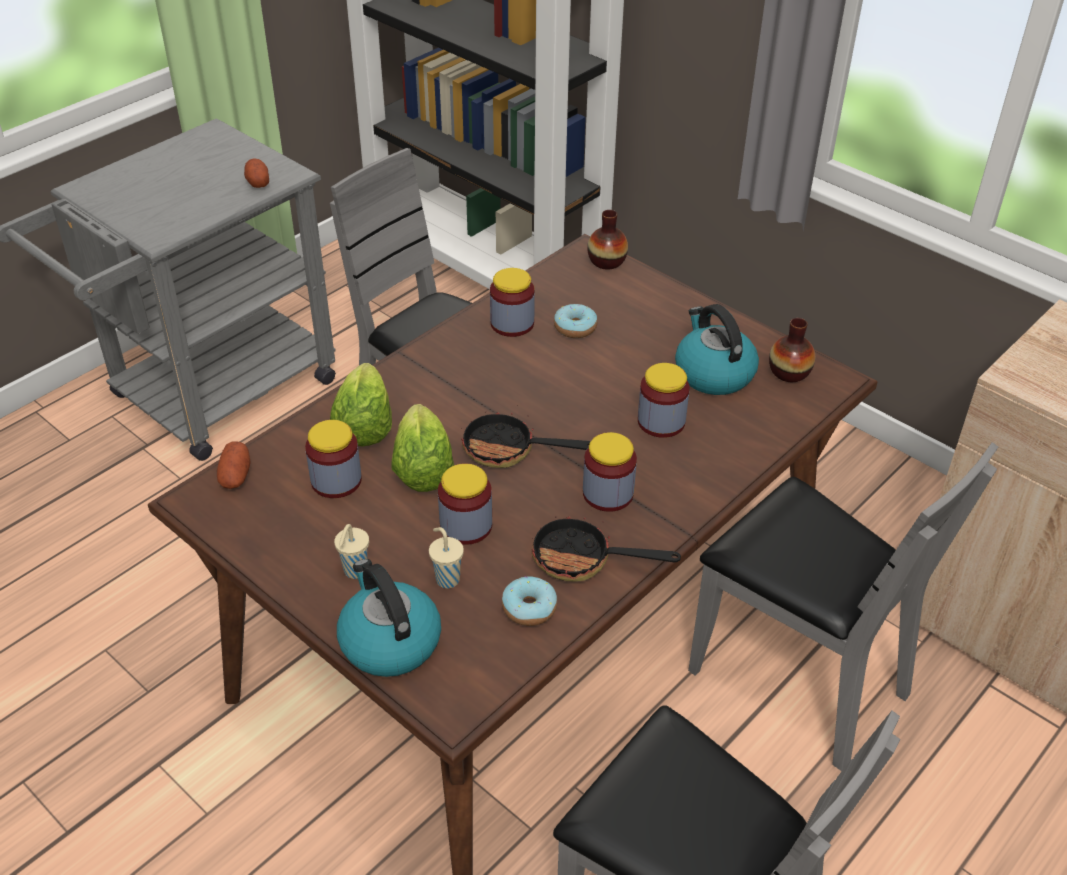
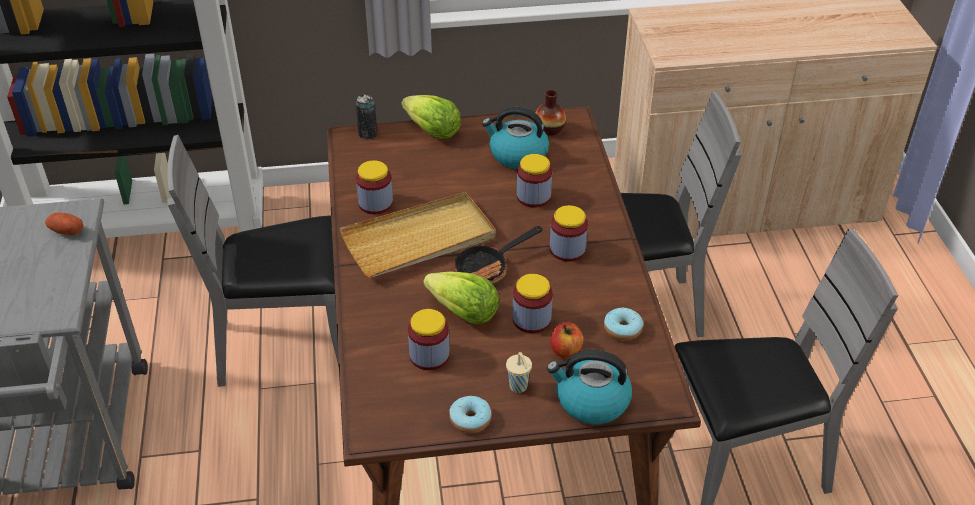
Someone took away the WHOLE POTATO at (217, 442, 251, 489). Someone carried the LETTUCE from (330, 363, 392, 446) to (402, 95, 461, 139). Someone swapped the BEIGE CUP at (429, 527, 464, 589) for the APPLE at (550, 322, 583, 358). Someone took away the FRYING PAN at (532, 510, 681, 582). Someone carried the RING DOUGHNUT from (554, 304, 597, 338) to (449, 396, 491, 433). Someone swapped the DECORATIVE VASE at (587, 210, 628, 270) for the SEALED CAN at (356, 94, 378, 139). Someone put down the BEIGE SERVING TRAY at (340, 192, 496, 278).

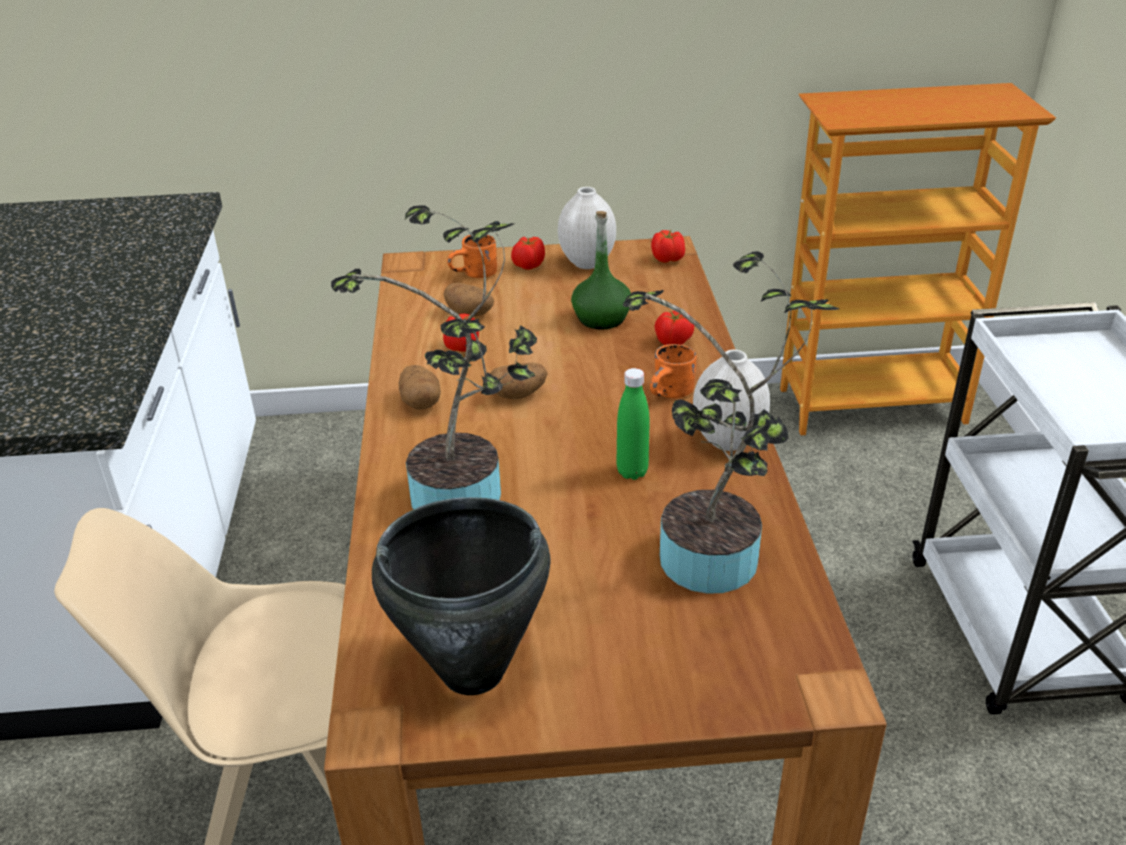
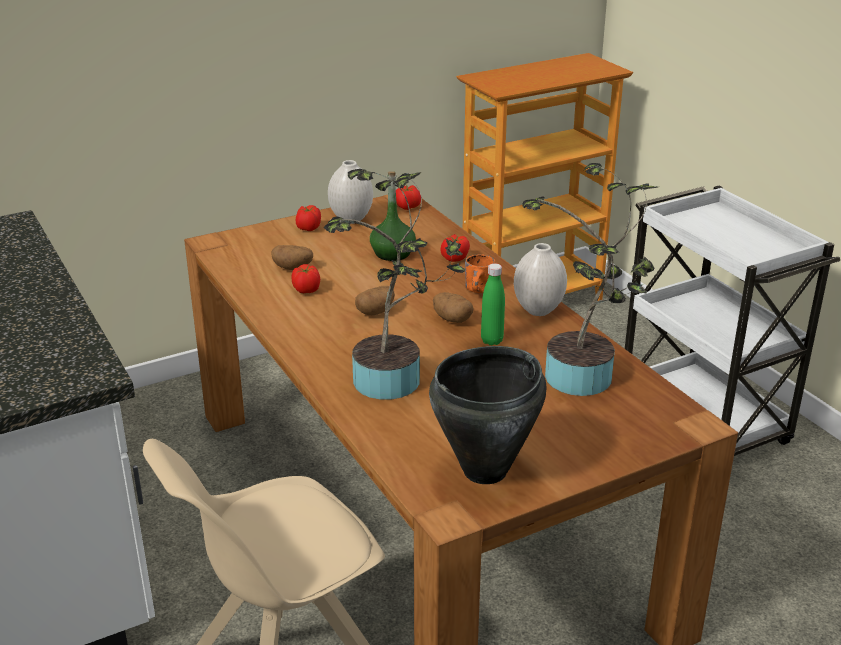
Someone carried the WHOLE POTATO from (399, 365, 441, 410) to (433, 292, 474, 323). Someone took away the ORANGE COFFEE MUG at (447, 235, 497, 278).

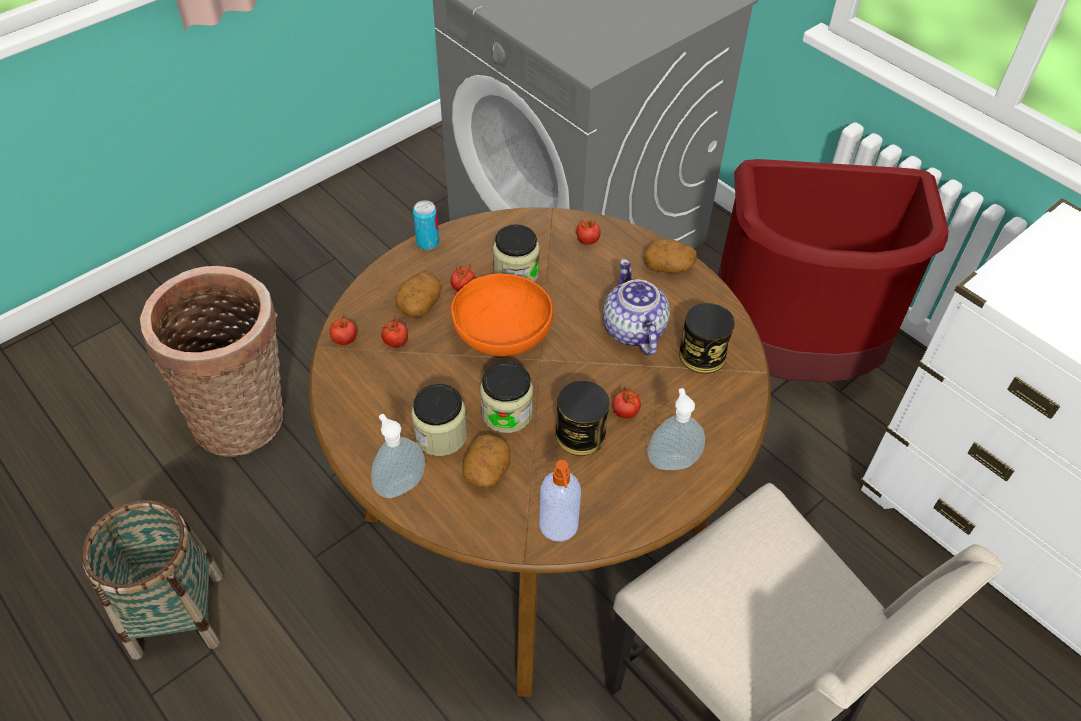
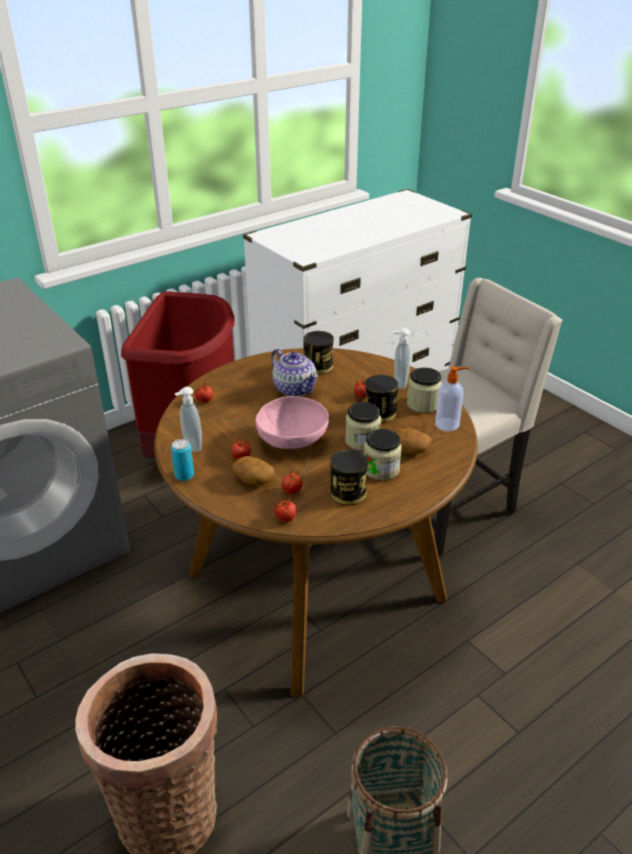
Someone carried the SOAP BOTTLE from (371, 414, 425, 498) to (174, 387, 202, 452). Someone repainted the ORANGE BOWL at (450, 273, 554, 356), which became the PINK-COLOURED BOWL at (256, 396, 329, 449). Someone carried the JAR from (493, 224, 540, 282) to (407, 367, 442, 413). Someone rotated the POT FOR TEA at (603, 259, 670, 356) by 120 degrees counterclockwise. Someone took away the WHOLE POTATO at (644, 239, 697, 273). Someone put down the SEALED CAN at (330, 449, 368, 505).

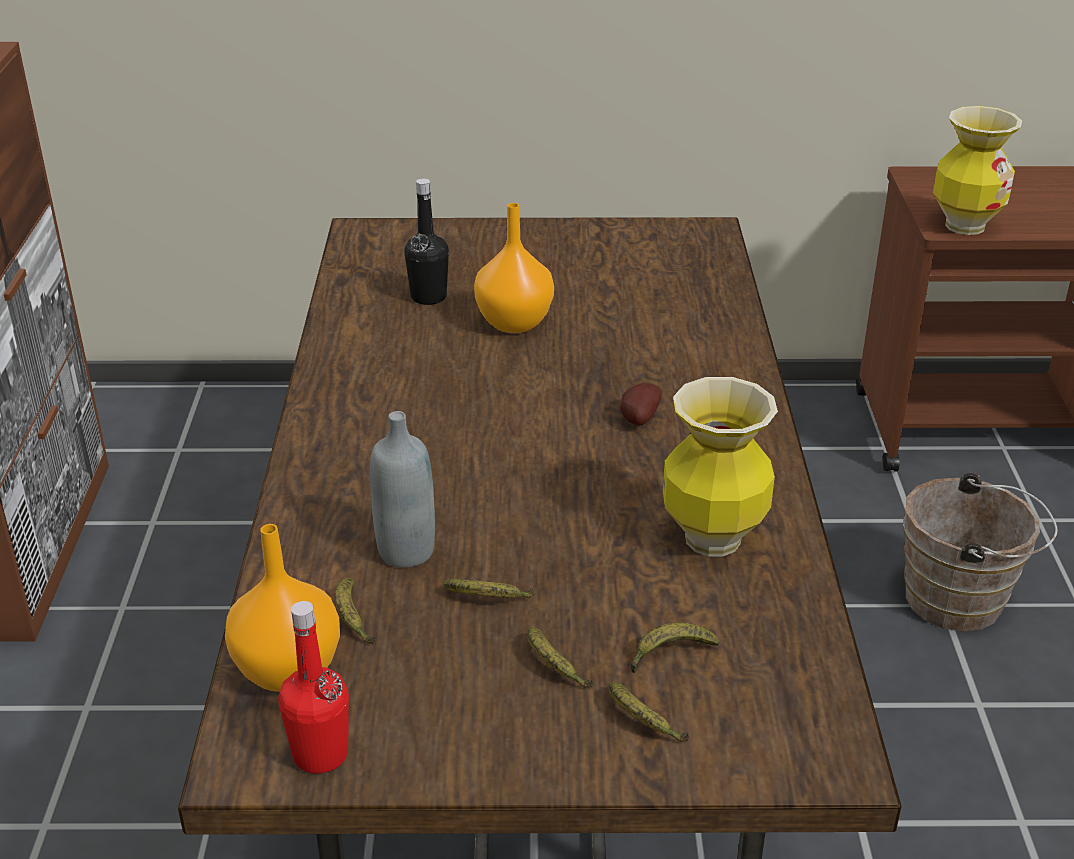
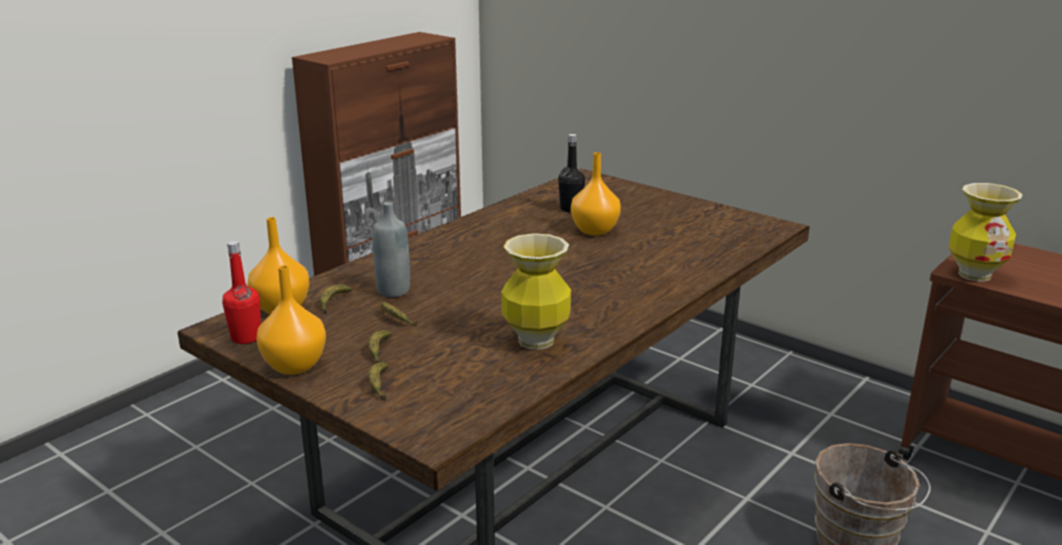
Someone took away the WHOLE POTATO at (620, 383, 662, 425). Someone took away the BANANA FRUIT at (631, 623, 719, 673). Someone put down the ORANGE DECORATIVE VASE at (256, 265, 326, 375).

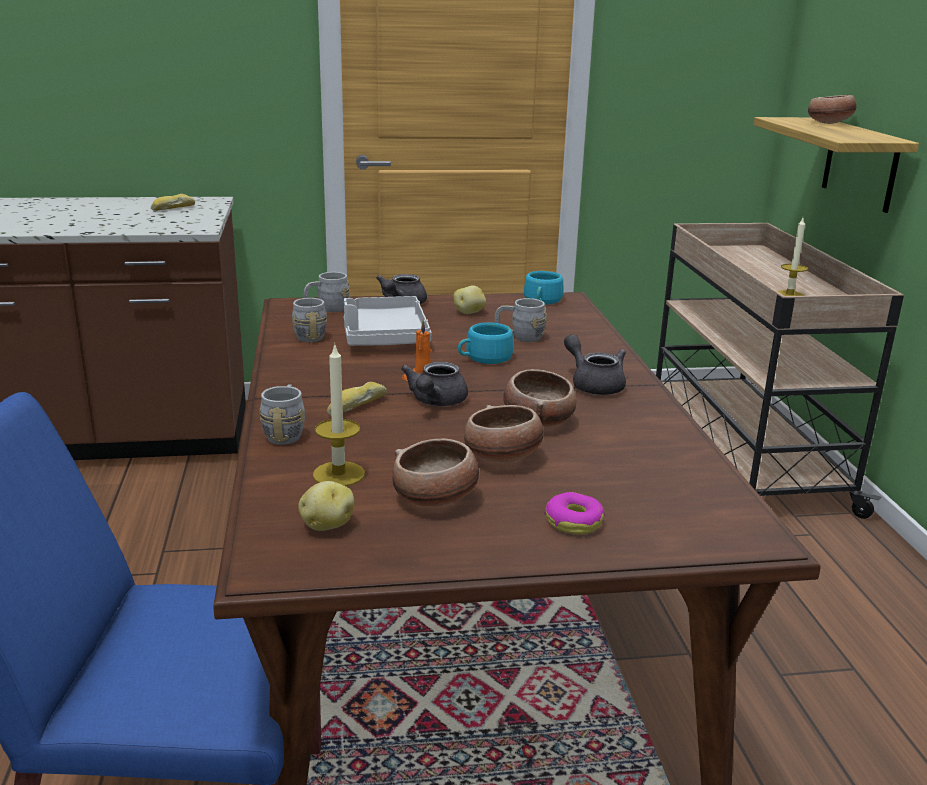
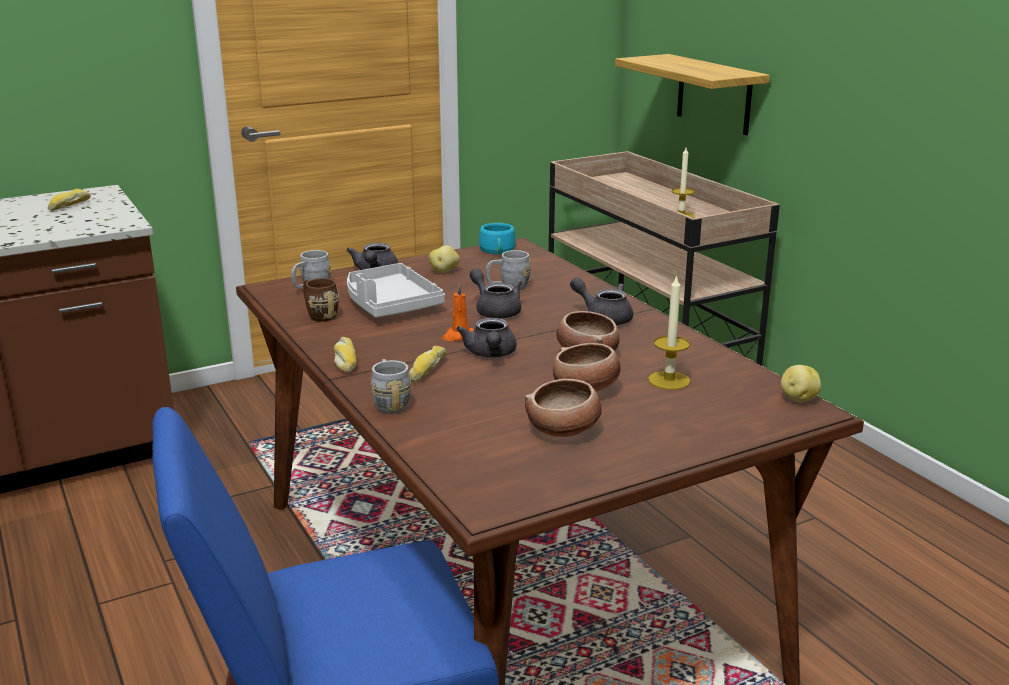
Someone repainted the GRAY COFFEE MUG at (292, 298, 327, 342), which became the BROWNISH COFFEE MUG at (303, 278, 339, 322). Someone carried the WHOLE POTATO from (298, 481, 354, 531) to (781, 365, 821, 402). Someone carried the WAX CANDLE from (313, 344, 365, 486) to (648, 275, 690, 390). Someone swapped the TURQUOISE CUP at (458, 323, 513, 364) for the GRAY POT FOR TEA at (470, 268, 522, 319). Someone took away the RING DOUGHNUT at (544, 492, 605, 534). Someone took away the BOWL at (808, 95, 856, 124). Someone put down the BREAD at (334, 337, 356, 373).

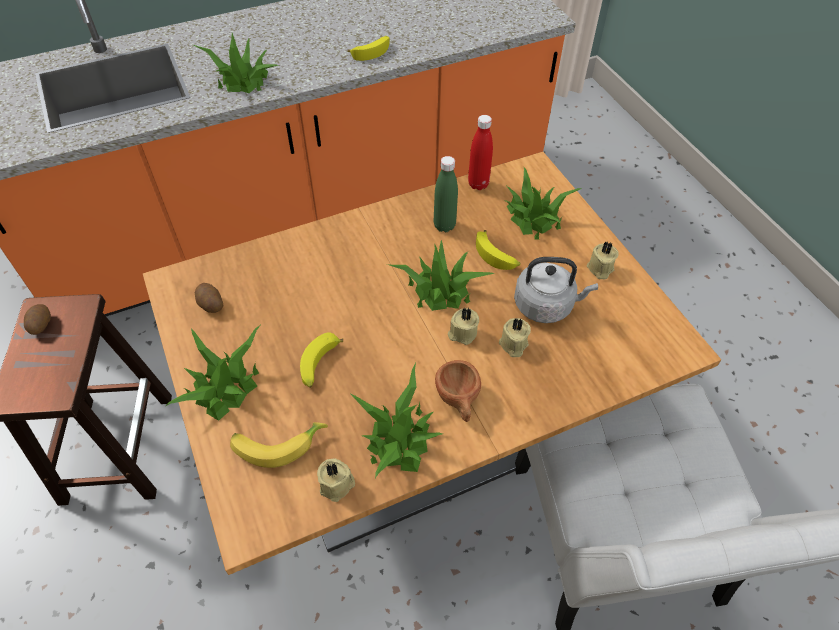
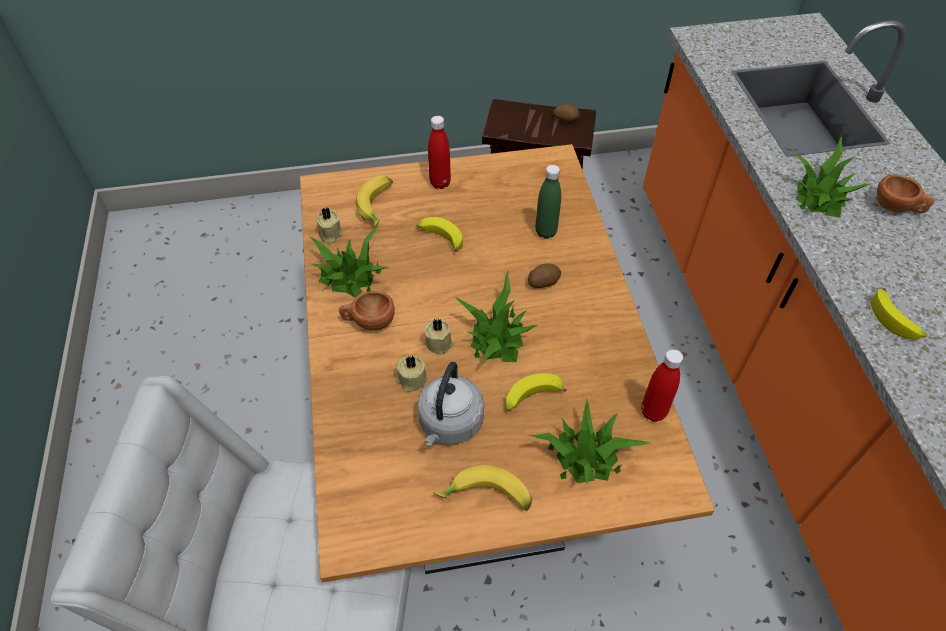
Someone swapped the HOUSEPLANT at (166, 325, 260, 421) for the RED-COLOURED BEVERAGE BOTTLE at (428, 116, 451, 189). Someone carried the WHOLE POTATO from (195, 283, 224, 313) to (528, 263, 561, 288). Someone carried the GREEN BEVERAGE BOTTLE from (434, 156, 458, 232) to (535, 165, 561, 239). Someone swapped the BEIGE WAX CANDLE at (587, 242, 618, 279) for the BANANA FRUIT at (432, 465, 532, 511). Someone put down the BROWNISH CUP at (877, 174, 934, 213).

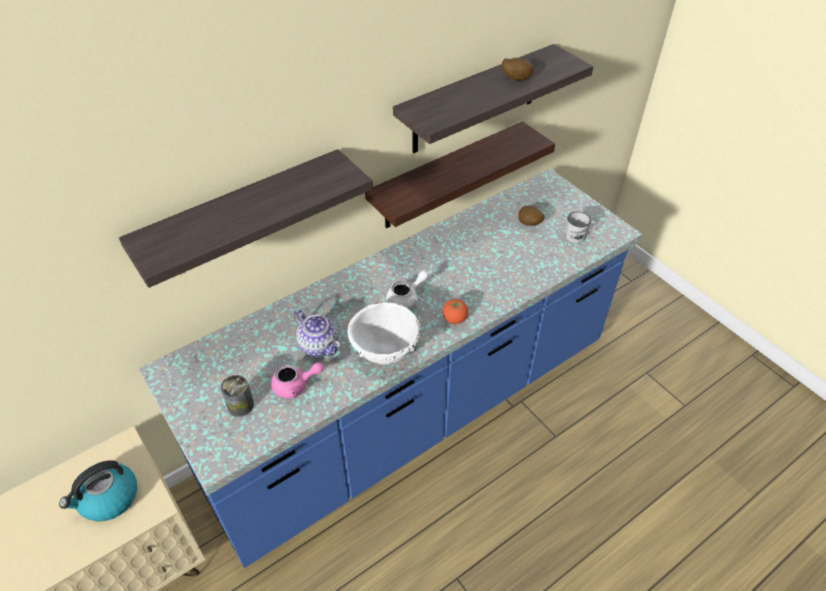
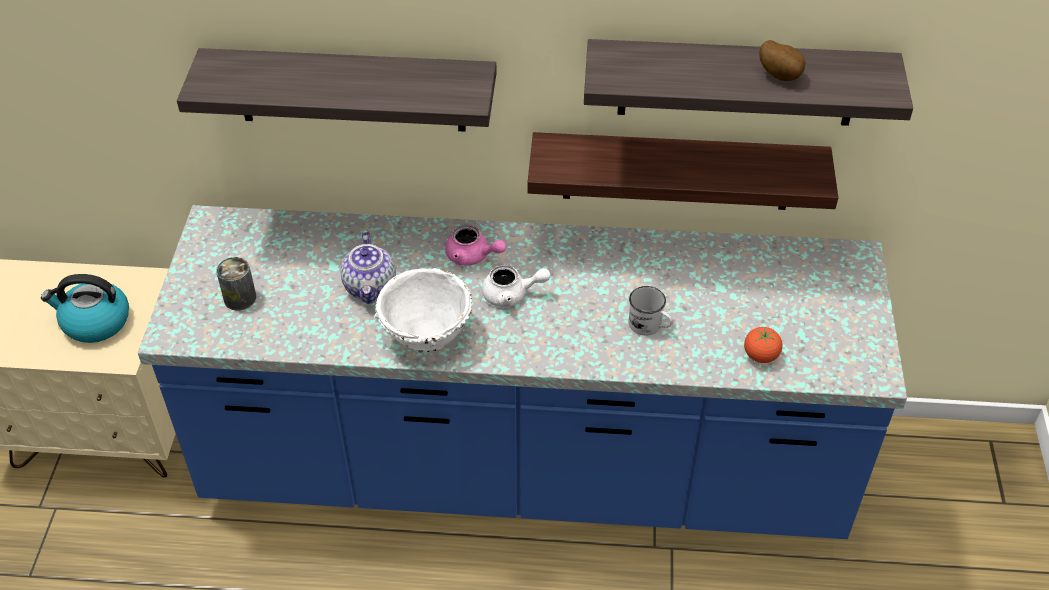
Someone carried the PINK-COLOURED POT FOR TEA from (271, 362, 324, 399) to (445, 225, 506, 265). Someone carried the WHOLE TOMATO from (442, 299, 468, 324) to (744, 327, 782, 363). Someone took away the WHOLE POTATO at (518, 205, 544, 226). Someone carried the WHITISH COFFEE MUG from (565, 212, 597, 243) to (629, 286, 673, 336).

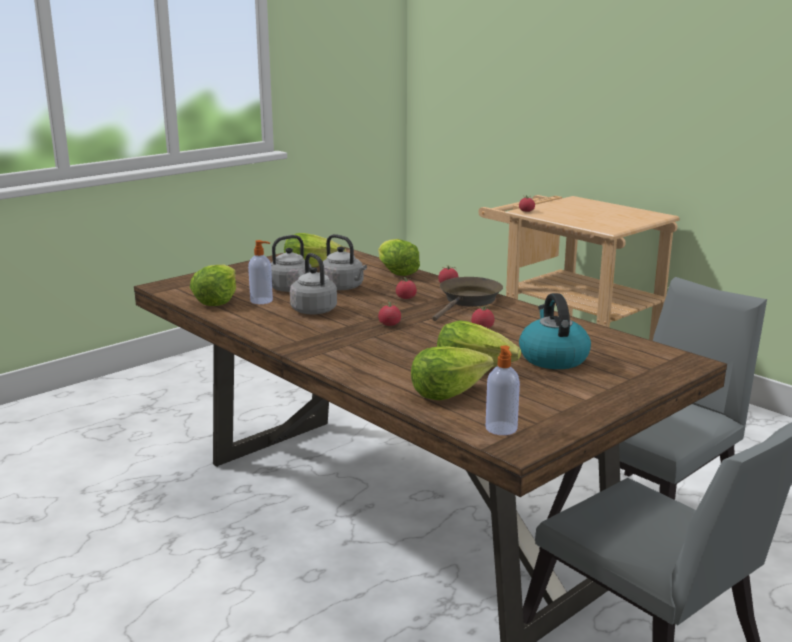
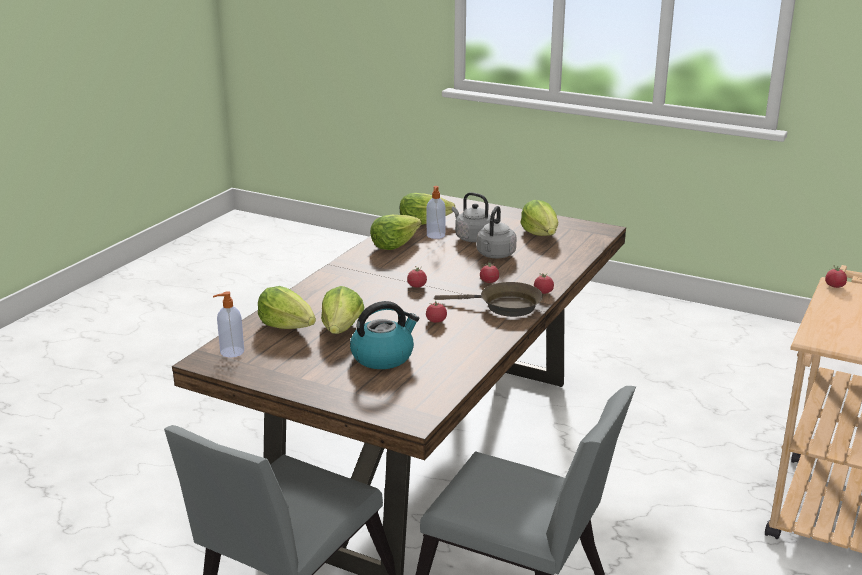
Someone took away the GRAY KETTLE at (290, 253, 337, 315). Someone carried the LETTUCE from (378, 239, 420, 276) to (370, 215, 422, 250).

